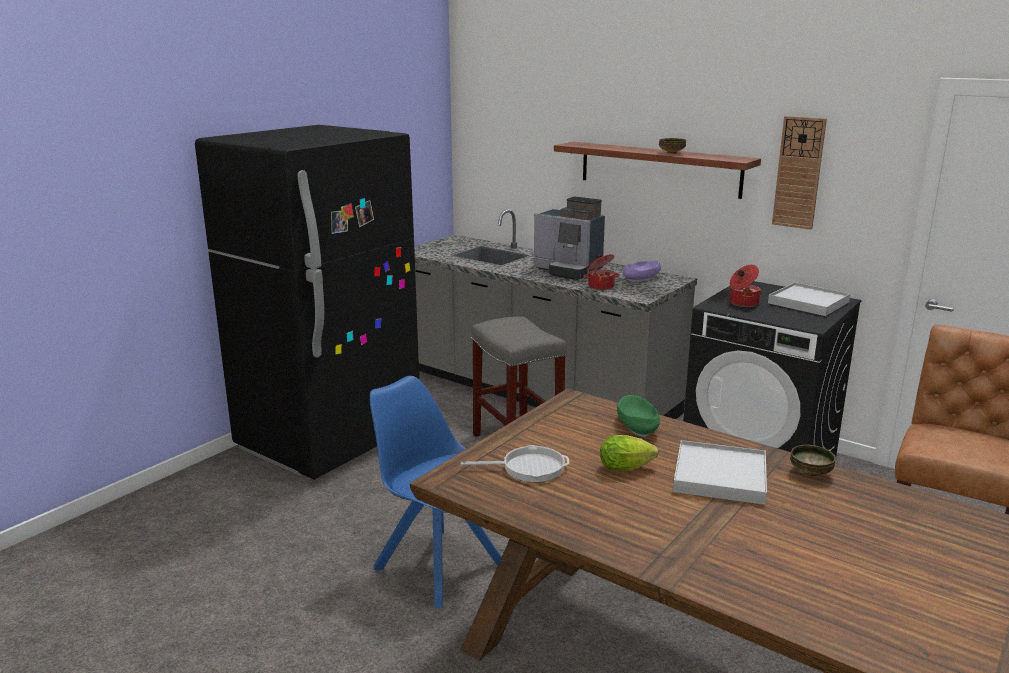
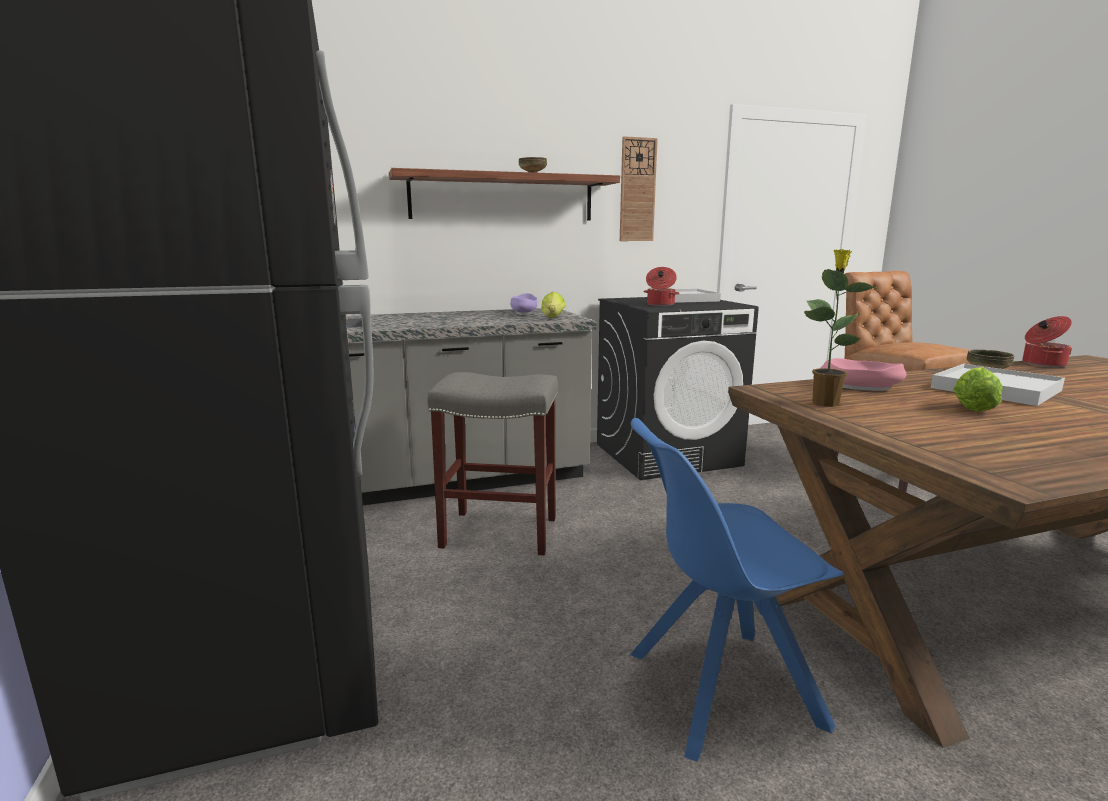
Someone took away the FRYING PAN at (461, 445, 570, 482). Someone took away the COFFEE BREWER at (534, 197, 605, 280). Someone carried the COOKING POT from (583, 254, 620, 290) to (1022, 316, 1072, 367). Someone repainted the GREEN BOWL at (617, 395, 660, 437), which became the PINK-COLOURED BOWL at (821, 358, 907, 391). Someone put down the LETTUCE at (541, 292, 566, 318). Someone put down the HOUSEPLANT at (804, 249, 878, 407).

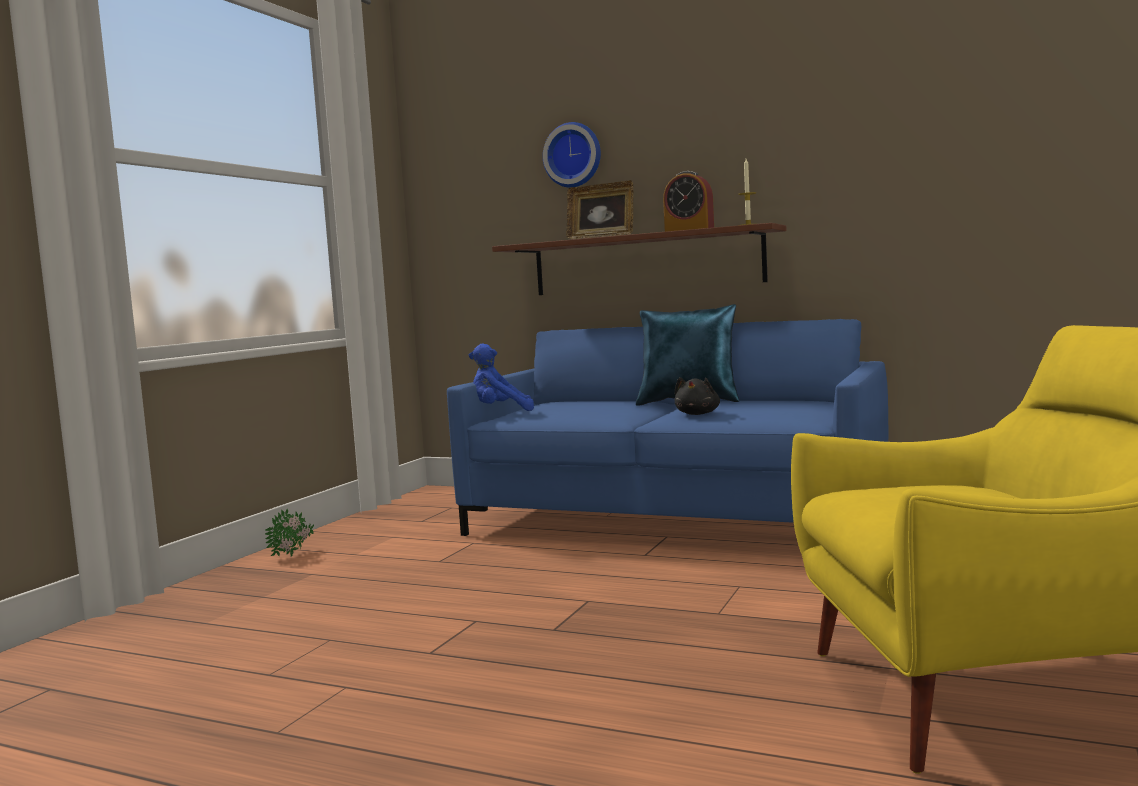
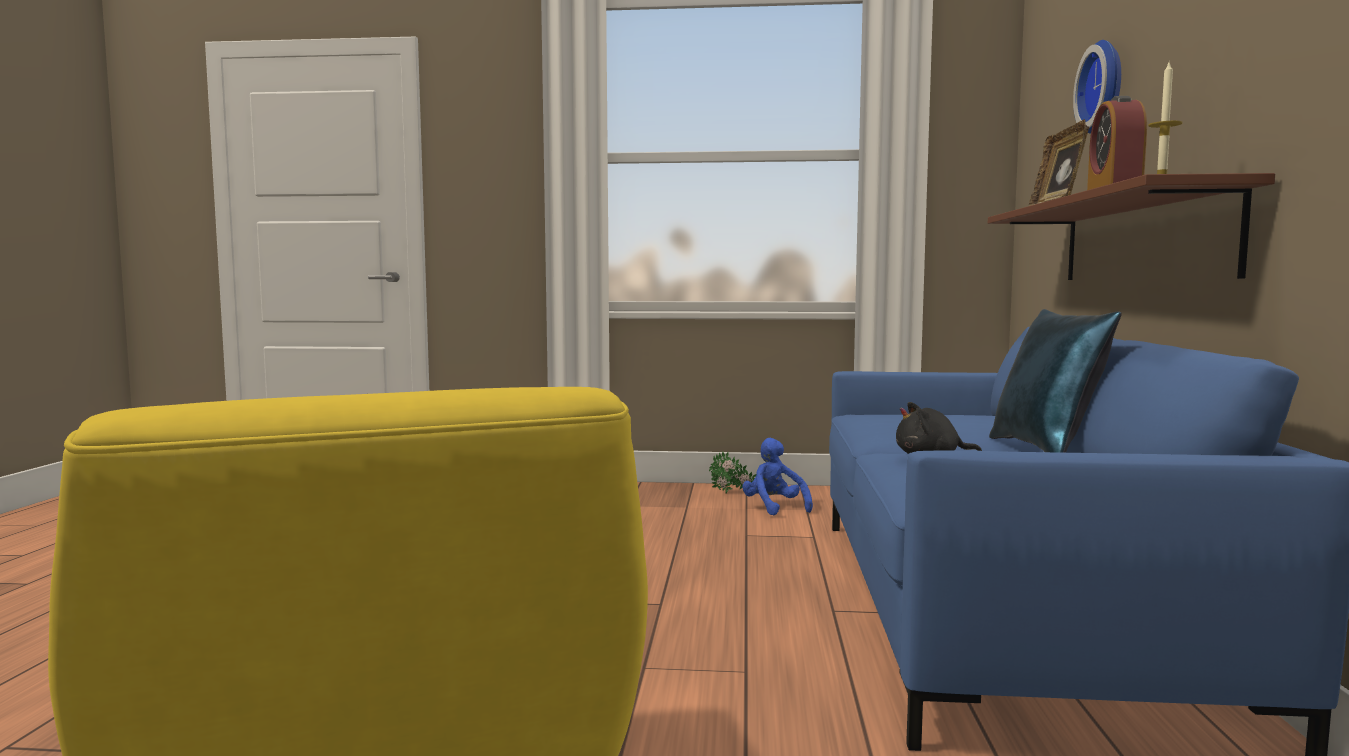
Someone carried the BLUE-COLOURED CUDDLY TOY from (469, 344, 534, 411) to (742, 438, 813, 516).

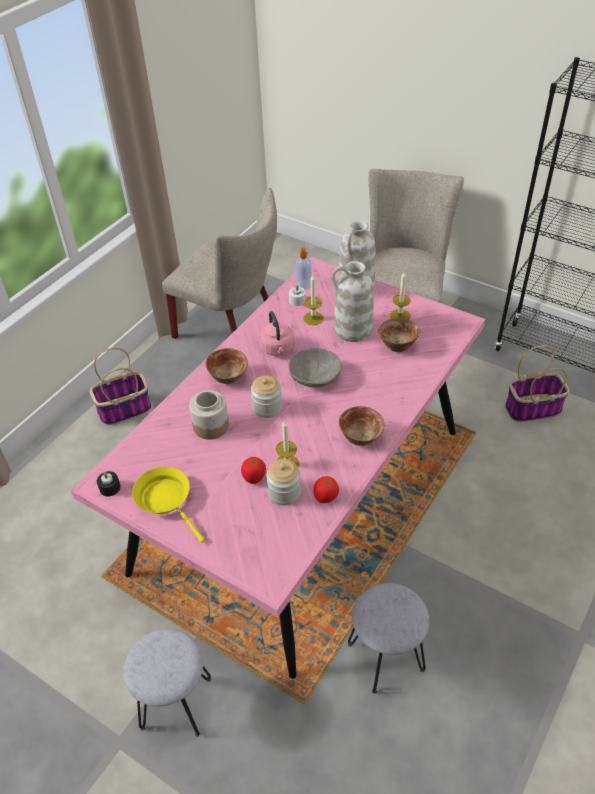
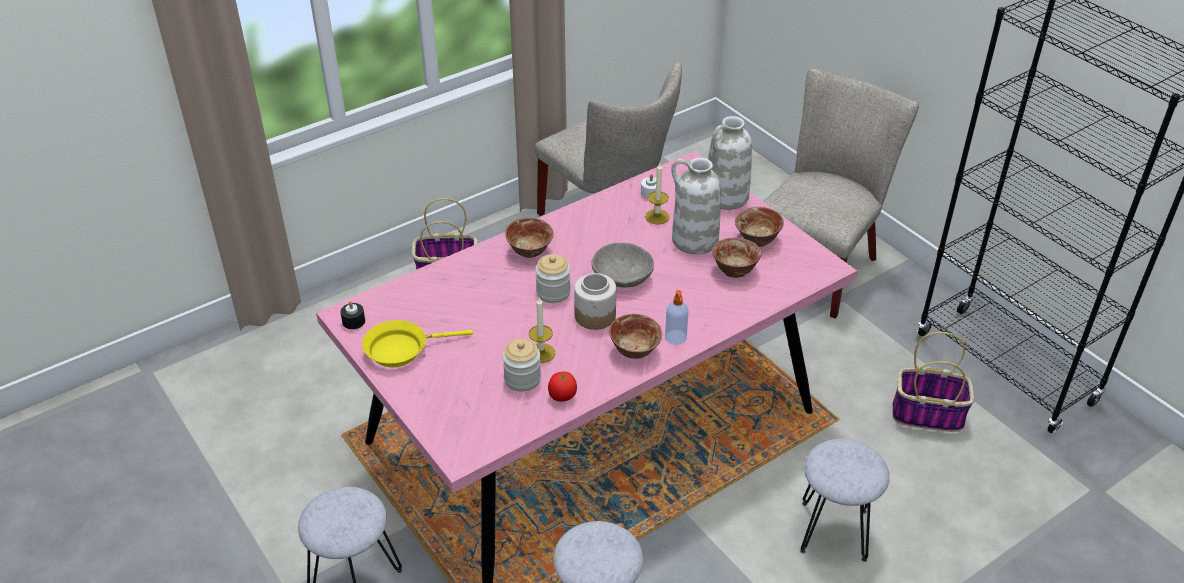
Someone rotated the YELLOW FRYING PAN at (132, 467, 205, 543) by 90 degrees counterclockwise. Someone carried the JAR from (189, 390, 229, 440) to (574, 273, 616, 330). Someone took away the WHOLE TOMATO at (241, 457, 266, 484). Someone took away the PINK-COLOURED KETTLE at (259, 311, 294, 356). Someone carried the SOAP BOTTLE from (296, 248, 312, 289) to (665, 290, 689, 345). Someone swapped the WAX CANDLE at (390, 272, 411, 320) for the BOWL at (735, 207, 784, 247). Someone put down the GRAY STOOL SEAT at (800, 439, 890, 562).

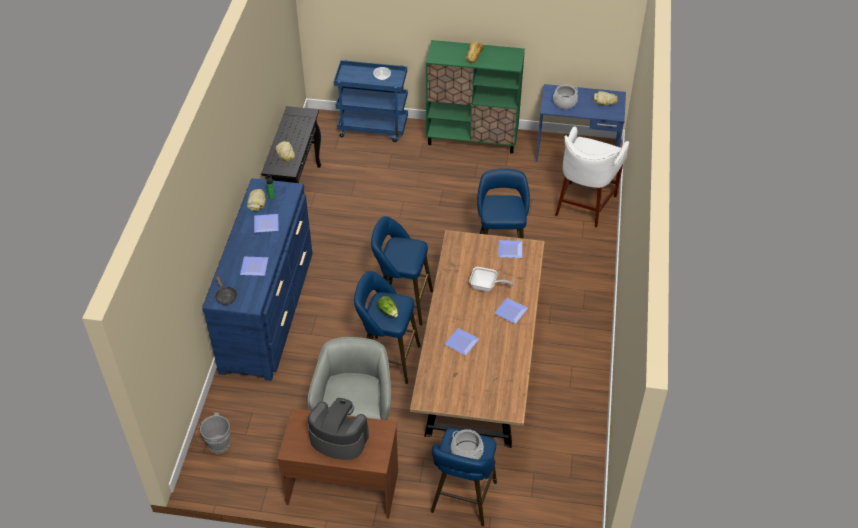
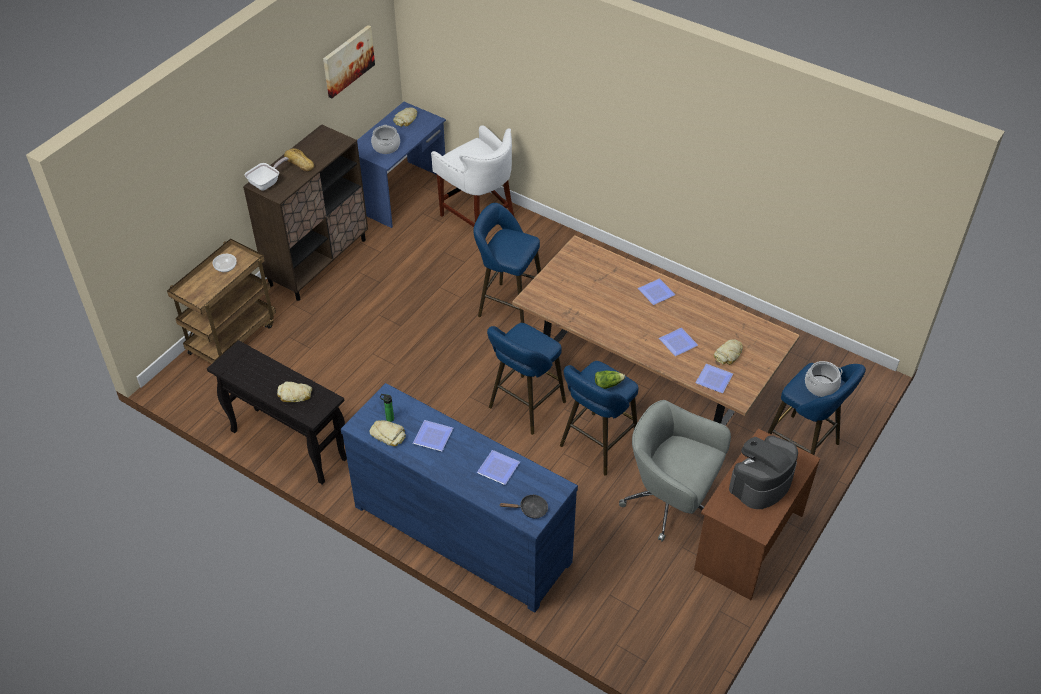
Someone took away the GRAY WATER BUCKET at (196, 413, 230, 454). Someone repainted the BLUE-COLOURED WHEELED CART at (334, 60, 408, 142), which became the BROWNISH WHEELED CART at (167, 239, 276, 364). Someone repainted the GREEN CABINET at (426, 40, 525, 154), which became the BROWNISH CABINET at (243, 124, 368, 301). Someone carried the FRYING PAN from (469, 267, 514, 292) to (245, 157, 289, 191). Someone carried the PLATE from (499, 240, 523, 258) to (695, 364, 733, 393). Someone put up the WALL PICTURE at (323, 25, 375, 99). Someone put down the BREAD at (714, 339, 743, 365).

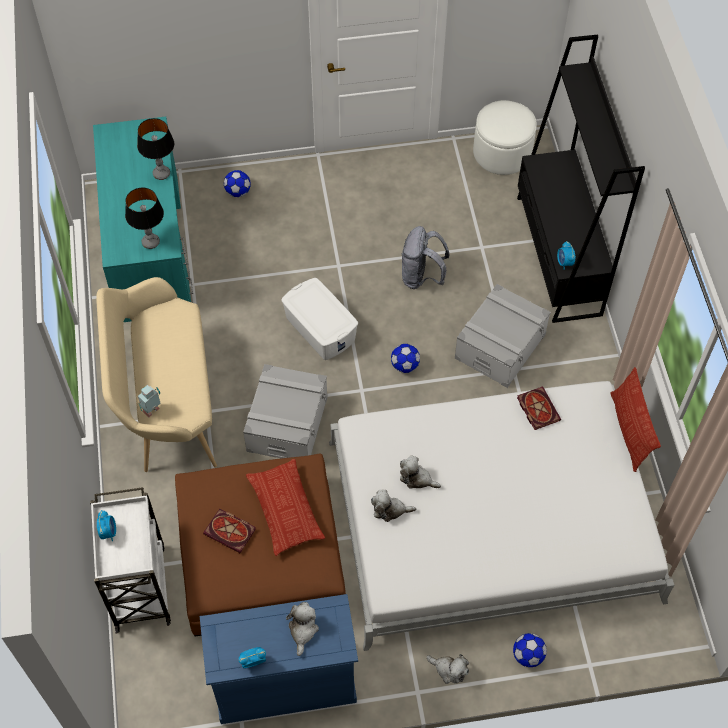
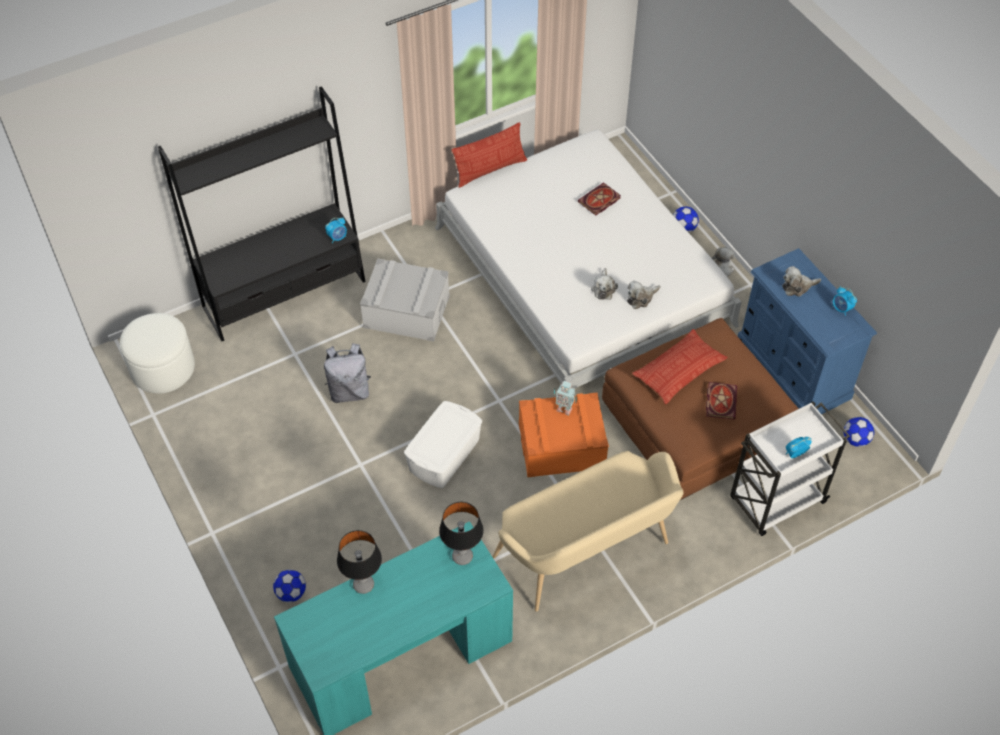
Someone carried the MODEL ROBOT from (138, 385, 161, 417) to (554, 381, 577, 416). Someone repainted the GRAY STORAGE BIN at (243, 364, 328, 458), which became the ORANGE STORAGE BIN at (519, 392, 609, 477). Someone rotated the CUDDLY TOY at (371, 490, 416, 522) by 75 degrees clockwise. Someone carried the BALL FOR FOOTBALL from (391, 344, 420, 373) to (844, 417, 874, 447). Someone carried the BOOK from (517, 386, 561, 430) to (578, 182, 621, 216).

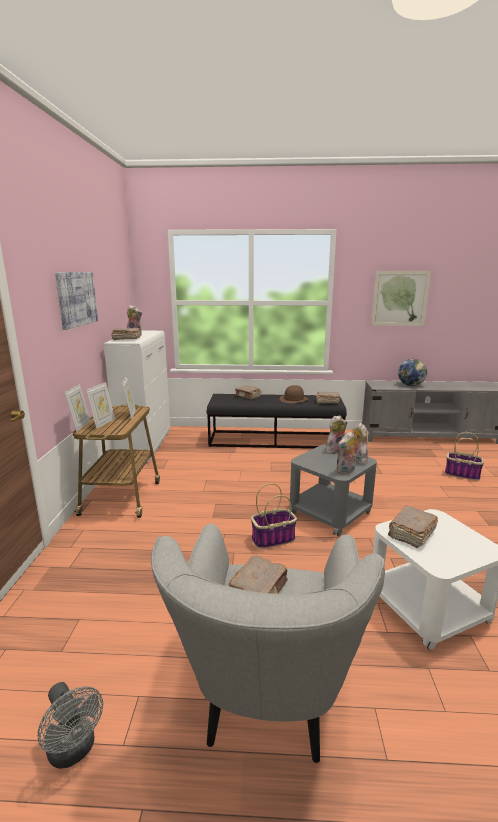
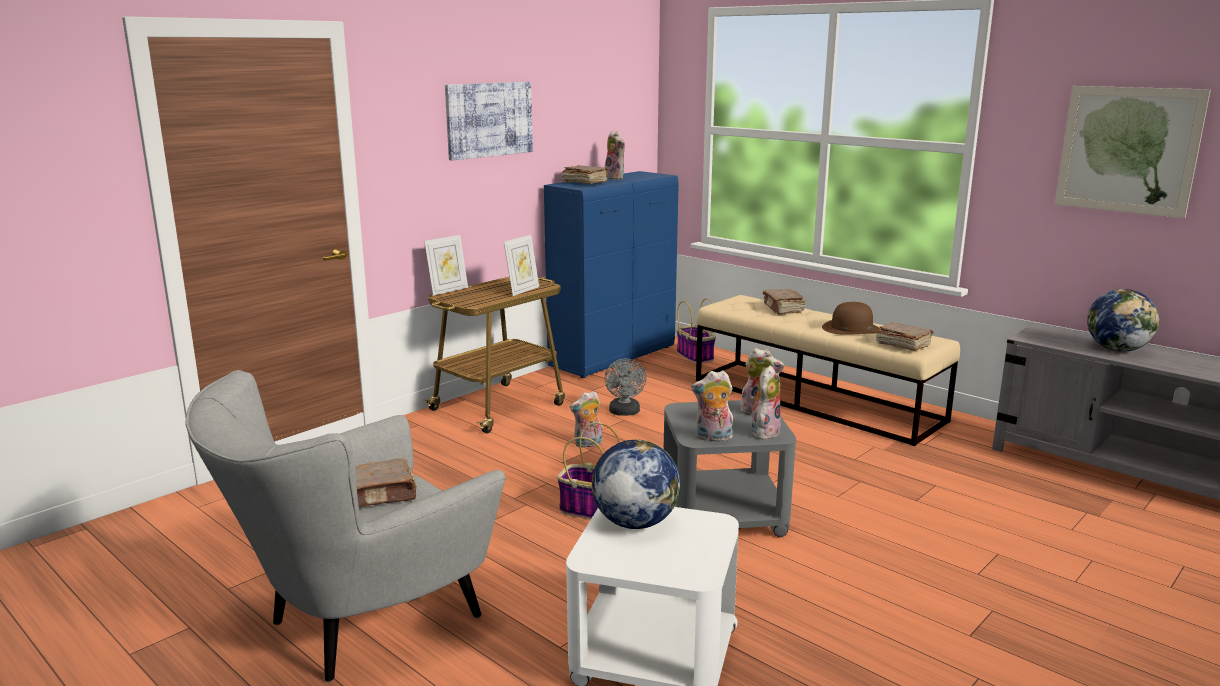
Someone carried the GRAY COOLING FAN from (37, 682, 103, 769) to (605, 358, 647, 416). Someone took away the STANDING FRAME at (86, 382, 115, 429). Someone repainted the WHITISH CABINET at (104, 331, 170, 463), which became the BLUE-COLOURED CABINET at (544, 171, 679, 378). Someone repainted the BLACK LONG SEAT at (206, 394, 347, 449), which became the BEIGE LONG SEAT at (696, 295, 960, 446). Someone swapped the BROWNISH BOOK at (388, 506, 438, 548) for the DESK GLOBE at (592, 440, 680, 529). Someone carried the HOUSEHOLD BASKET from (445, 432, 484, 481) to (677, 298, 716, 364). Someone put down the CUDDLY TOY at (570, 391, 602, 448).

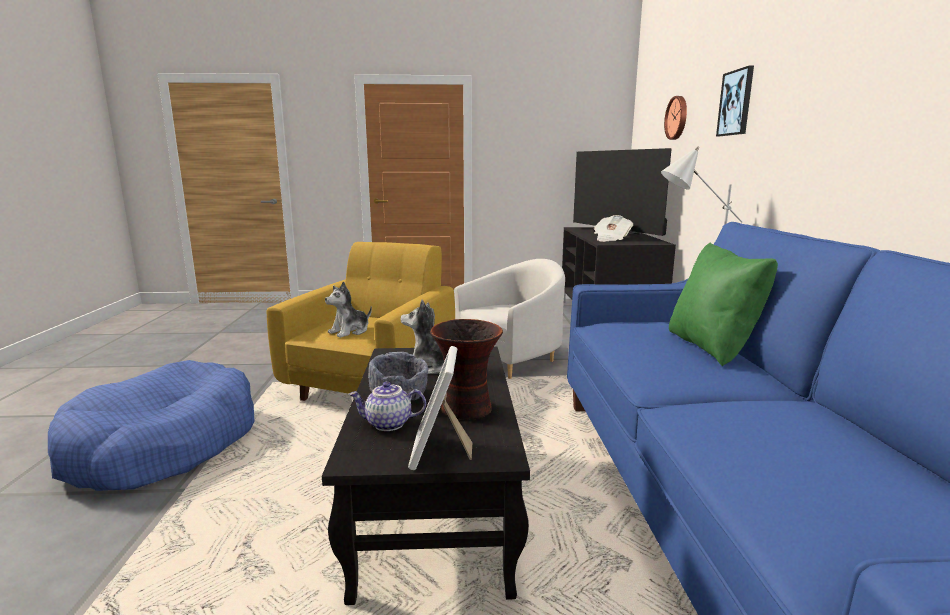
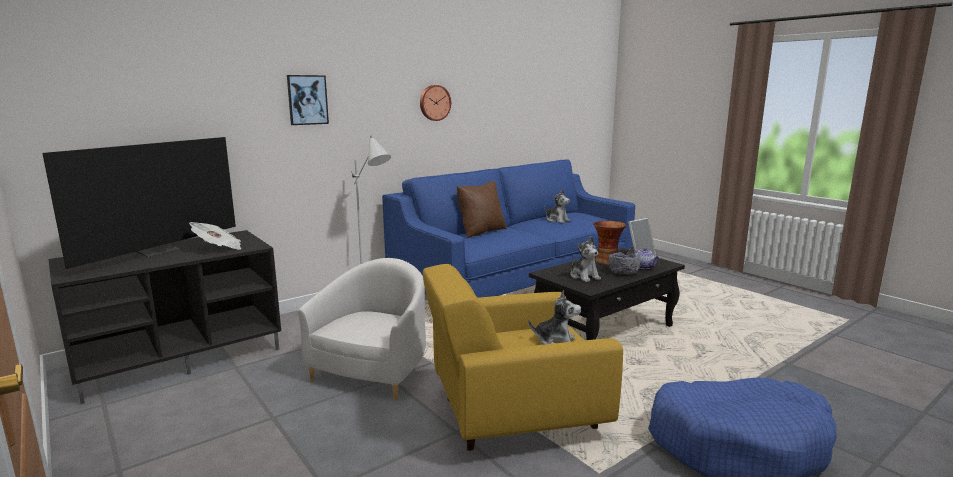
Someone rotated the WHITISH LOUNGE CHAIR at (454, 259, 565, 379) by 90 degrees clockwise. Someone carried the WALL CLOCK from (664, 96, 687, 140) to (420, 85, 451, 121). Someone repainted the GREEN CUSHION at (669, 242, 778, 366), which became the BROWNISH CUSHION at (457, 181, 506, 238). Someone put down the CUDDLY TOY at (544, 189, 571, 223).

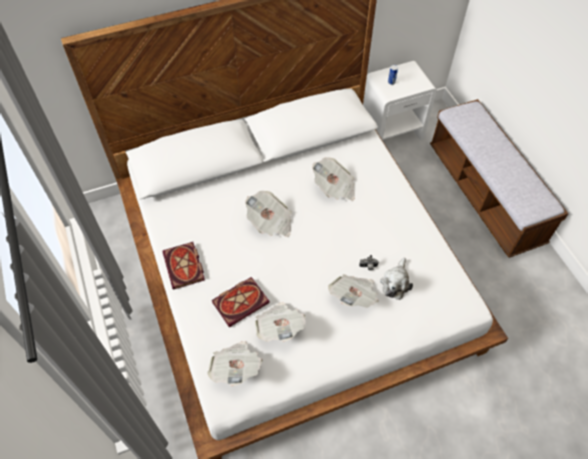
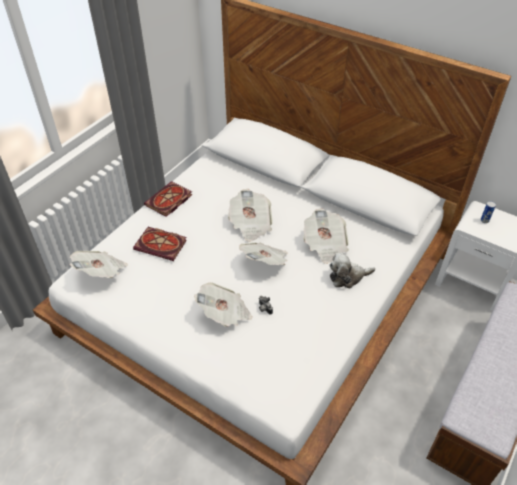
Someone carried the PRINTED PAPER from (255, 302, 306, 342) to (239, 242, 288, 265). Someone carried the CUDDLY TOY from (380, 258, 413, 300) to (329, 252, 375, 288).

